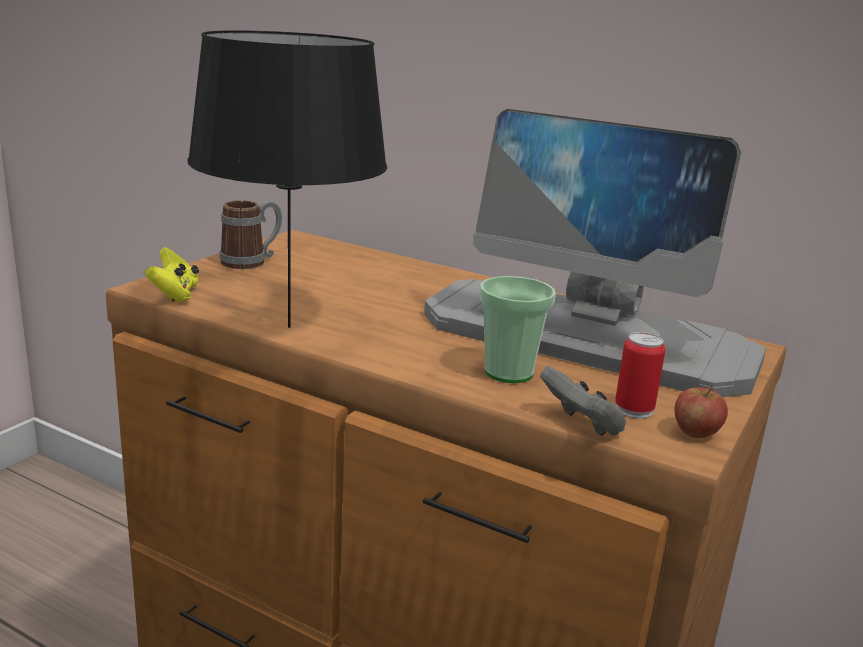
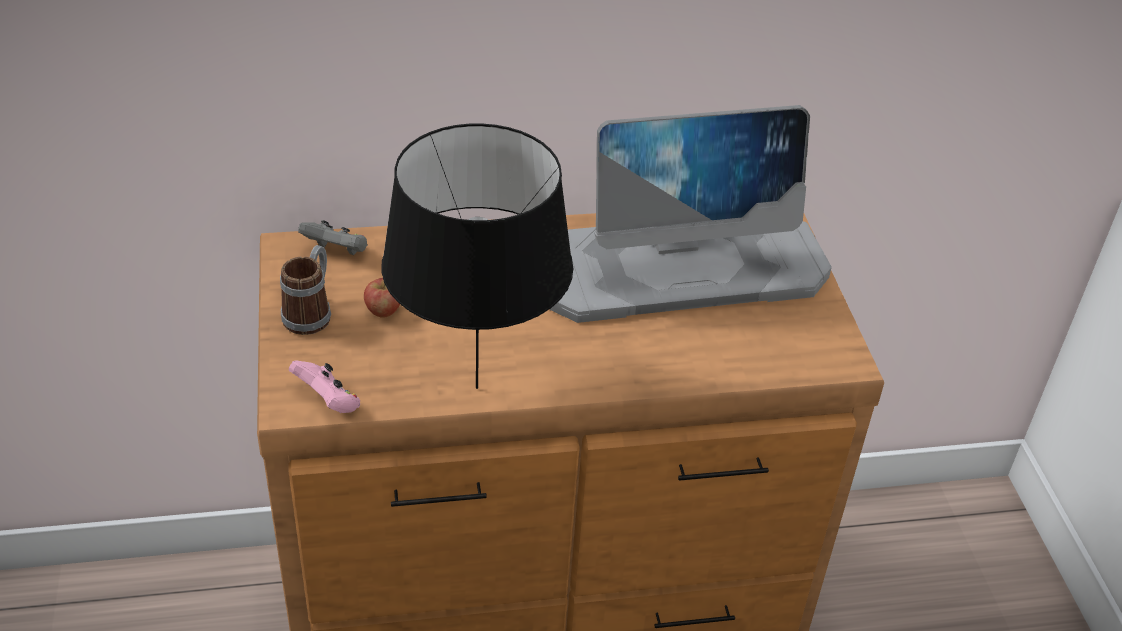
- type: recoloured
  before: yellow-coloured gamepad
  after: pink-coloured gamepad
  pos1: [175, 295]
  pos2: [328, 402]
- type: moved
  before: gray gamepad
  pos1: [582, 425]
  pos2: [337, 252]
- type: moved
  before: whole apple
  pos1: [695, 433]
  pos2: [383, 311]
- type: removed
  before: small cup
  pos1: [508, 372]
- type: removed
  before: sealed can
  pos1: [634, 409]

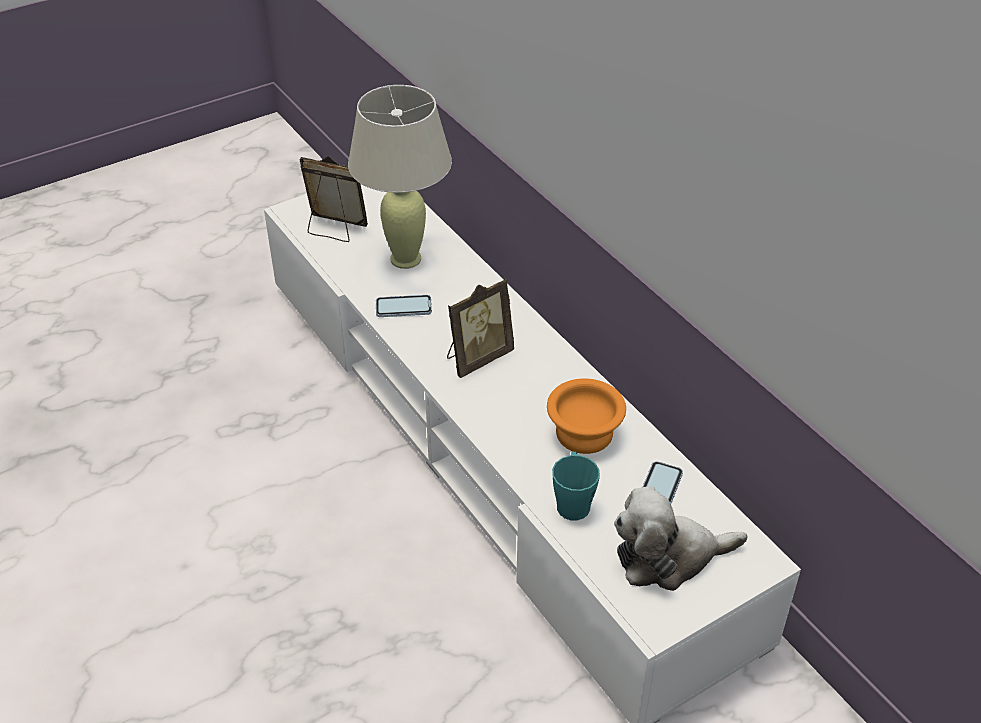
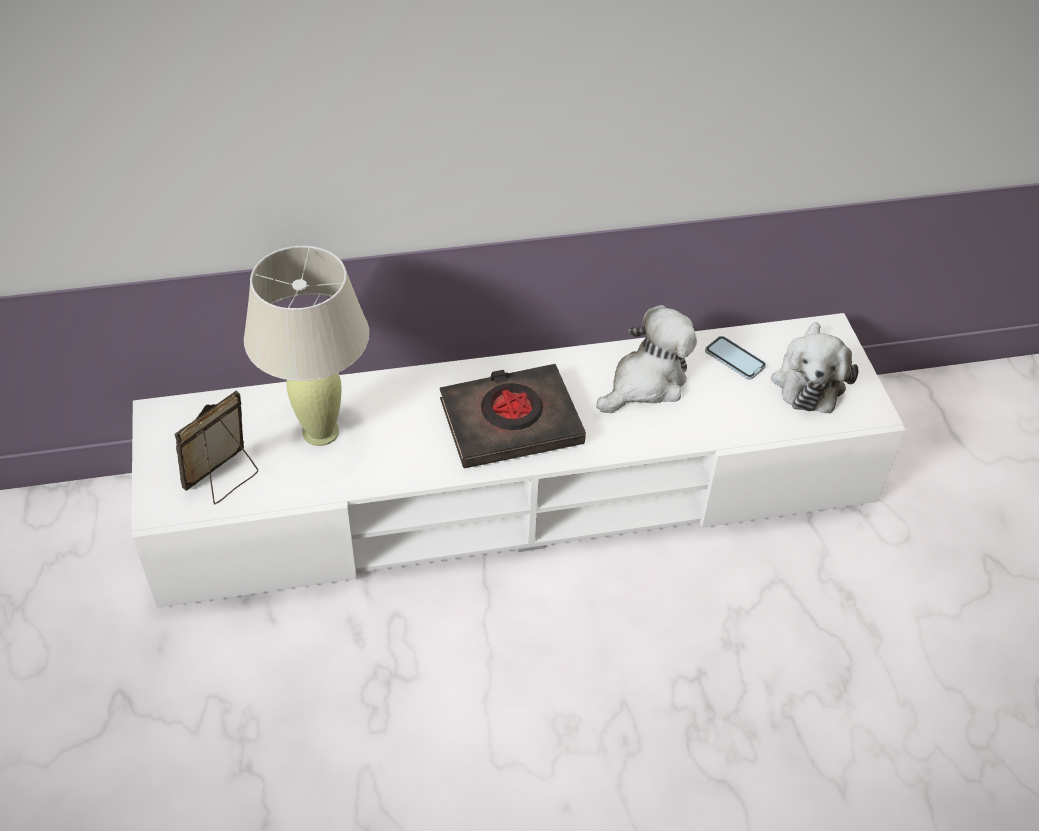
- type: replaced
  before: photo frame
  after: blackish book
  pos1: [477, 357]
  pos2: [511, 422]
- type: replaced
  before: orange deep dish
  after: plush toy
  pos1: [582, 432]
  pos2: [646, 382]
- type: removed
  before: telephone
  pos1: [403, 307]
- type: removed
  before: turquoise-coloured coffee mug
  pos1: [573, 501]

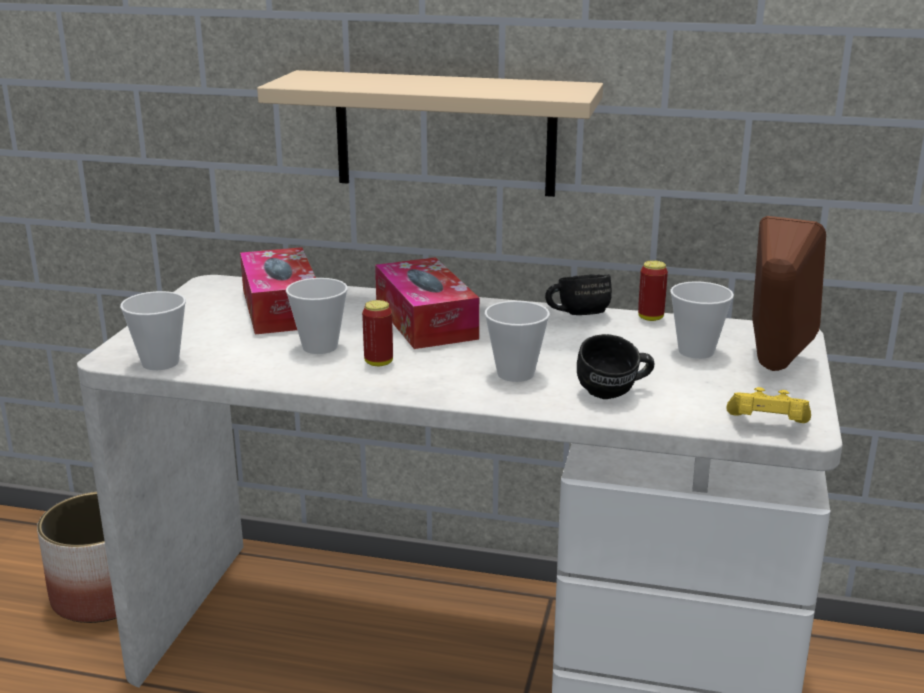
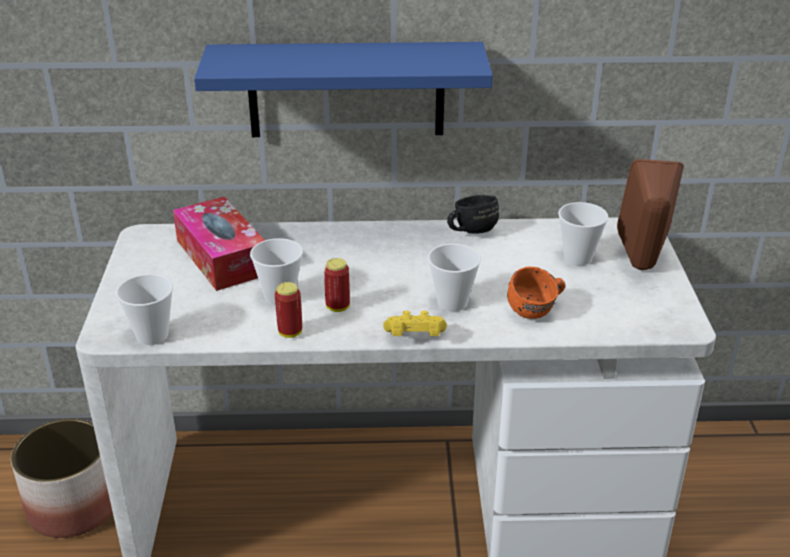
- type: recoloured
  before: sand-coloured bracket shelf
  after: blue bracket shelf
  pos1: [445, 133]
  pos2: [346, 90]
- type: moved
  before: sealed can
  pos1: [650, 318]
  pos2: [290, 332]
- type: moved
  before: yellow-coloured gamepad
  pos1: [767, 425]
  pos2: [414, 337]
- type: recoloured
  before: blackish coffee mug
  after: orange coffee mug
  pos1: [615, 394]
  pos2: [537, 312]
- type: removed
  before: tissue holder
  pos1: [425, 321]

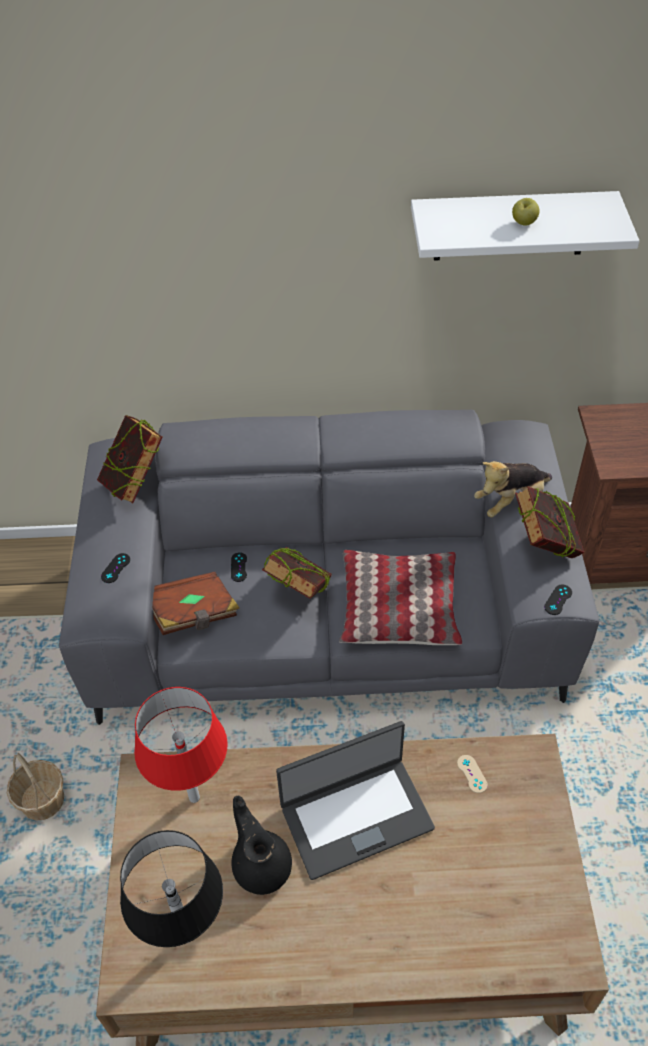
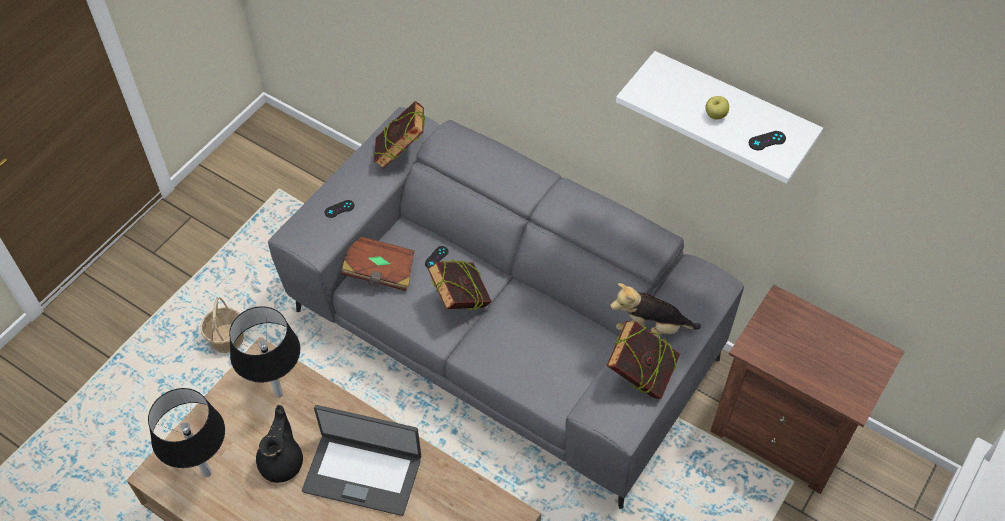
- type: recoloured
  before: red table lamp
  after: blackish table lamp
  pos1: [194, 798]
  pos2: [278, 393]
- type: moved
  before: blackish gamepad
  pos1: [558, 600]
  pos2: [767, 141]
- type: removed
  before: cushion
  pos1: [398, 607]
- type: removed
  before: sand-coloured gamepad
  pos1: [472, 774]

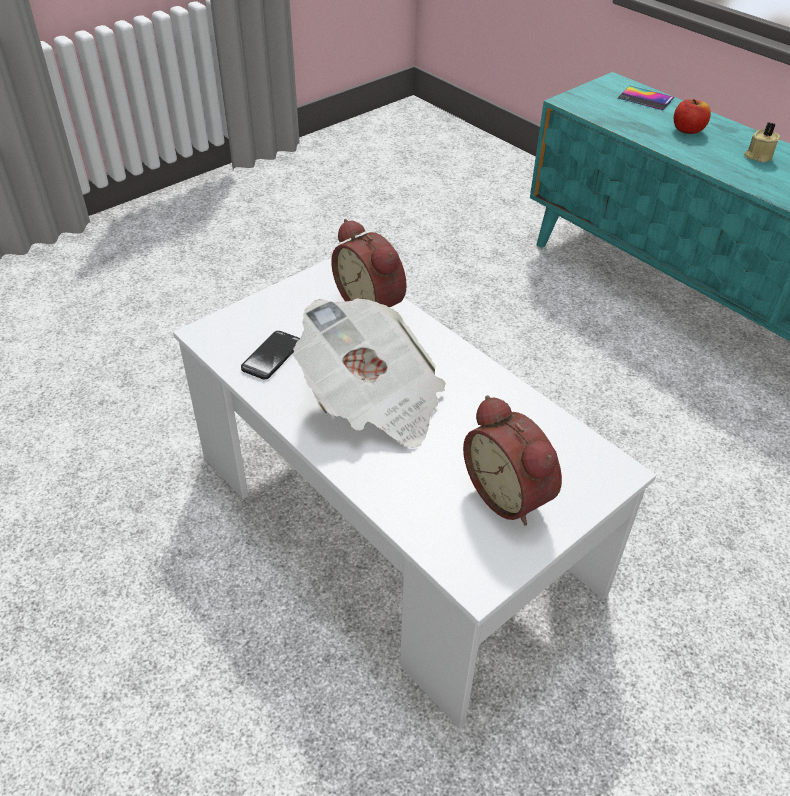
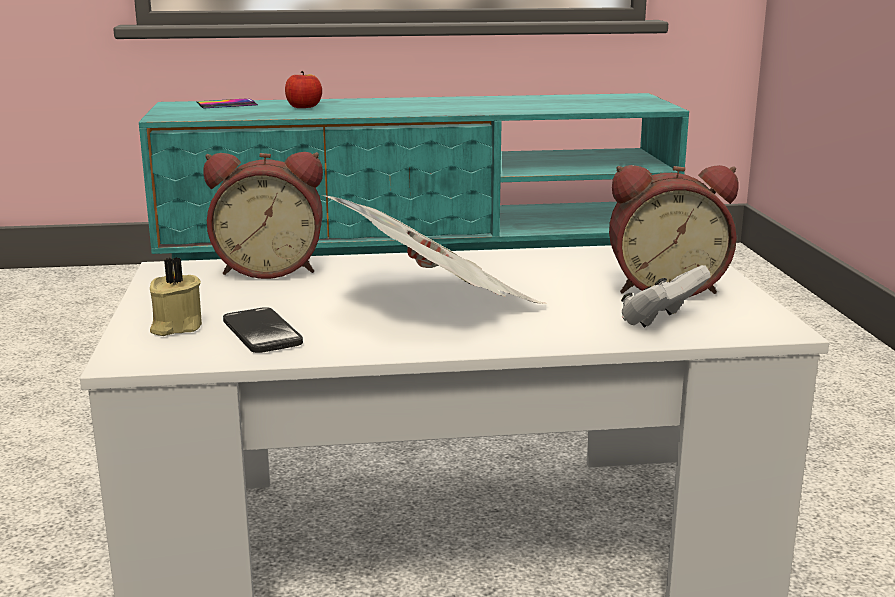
- type: moved
  before: sand-coloured candle
  pos1: [758, 156]
  pos2: [175, 327]
- type: added
  after: white gamepad
  pos2: [661, 321]

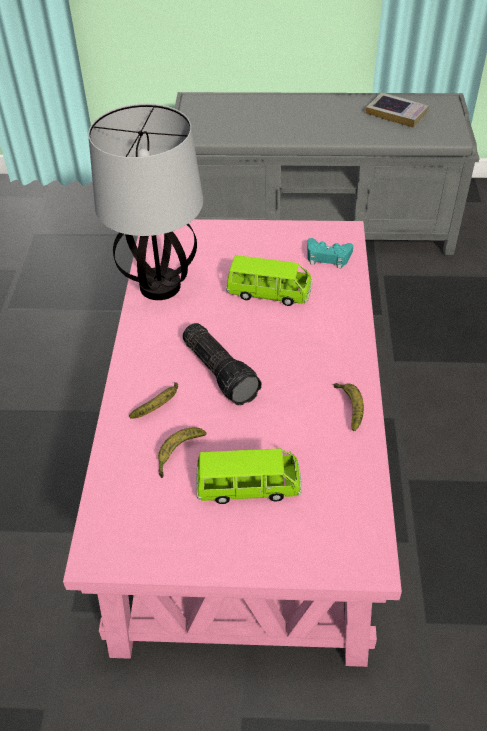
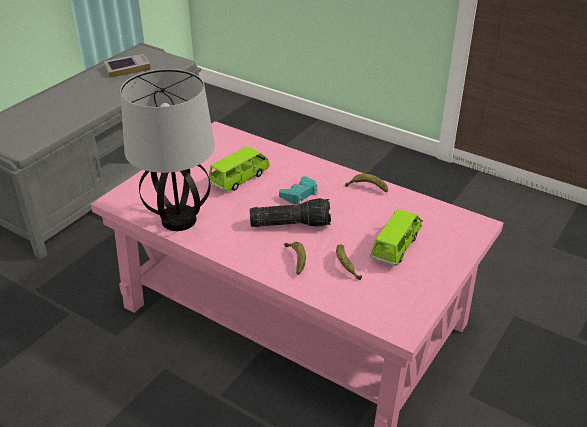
- type: moved
  before: turquoise-coloured gamepad
  pos1: [328, 257]
  pos2: [299, 194]

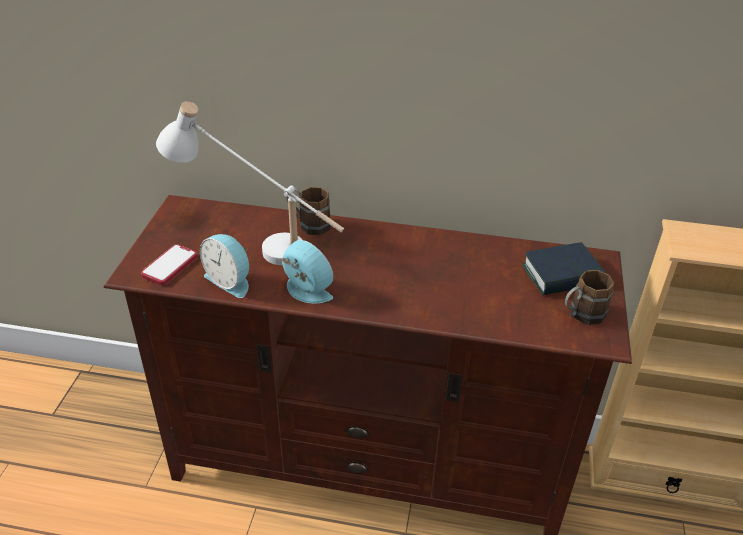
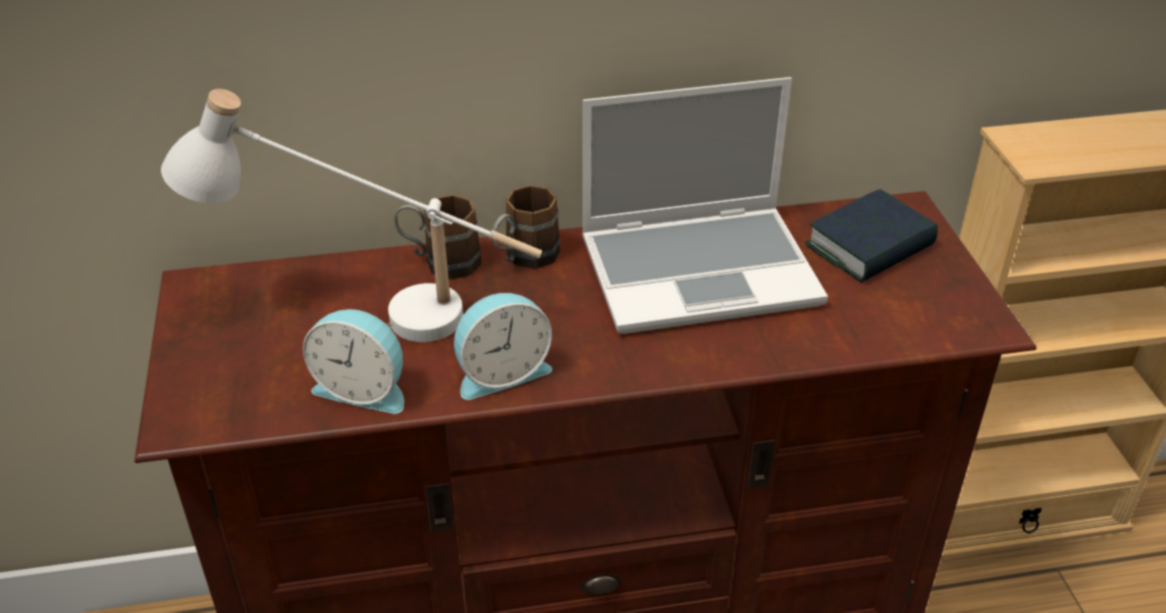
- type: turned
  before: alarm clock
  pos1: [305, 291]
  pos2: [501, 372]
  turn: 135
- type: moved
  before: brown coffee mug
  pos1: [581, 315]
  pos2: [524, 259]
- type: added
  after: notebook computer
  pos2: [701, 270]
- type: removed
  before: telephone
  pos1: [170, 266]

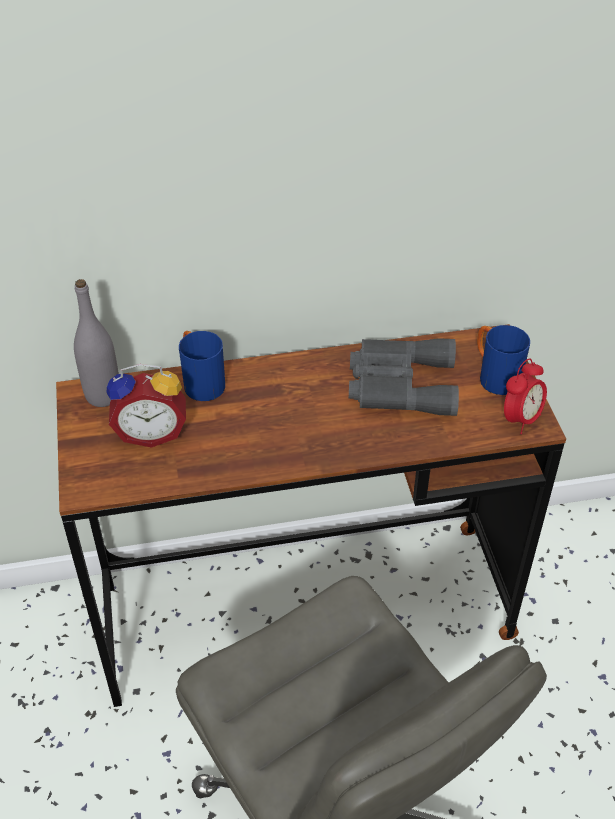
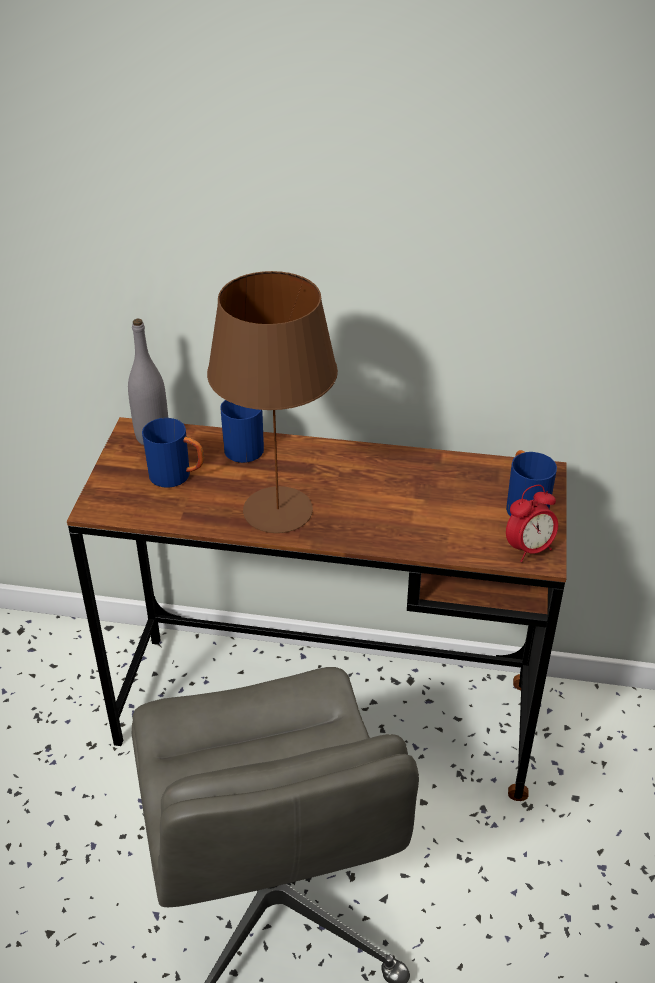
- type: replaced
  before: alarm clock
  after: blue coffee mug
  pos1: [151, 432]
  pos2: [177, 476]
- type: added
  after: brown table lamp
  pos2: [279, 510]
- type: removed
  before: gray pair of binoculars
  pos1: [399, 384]

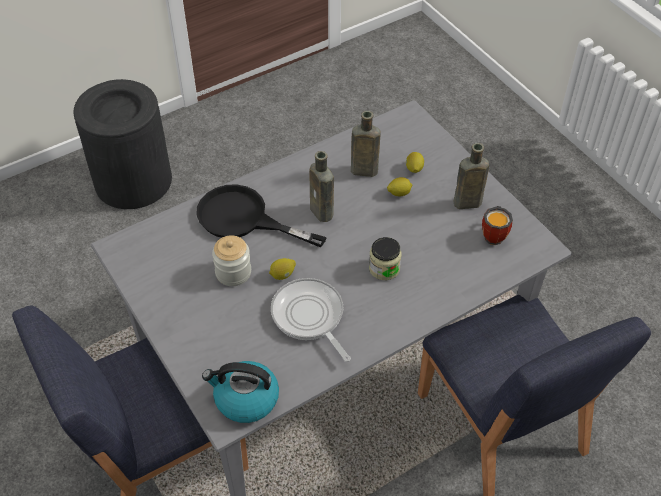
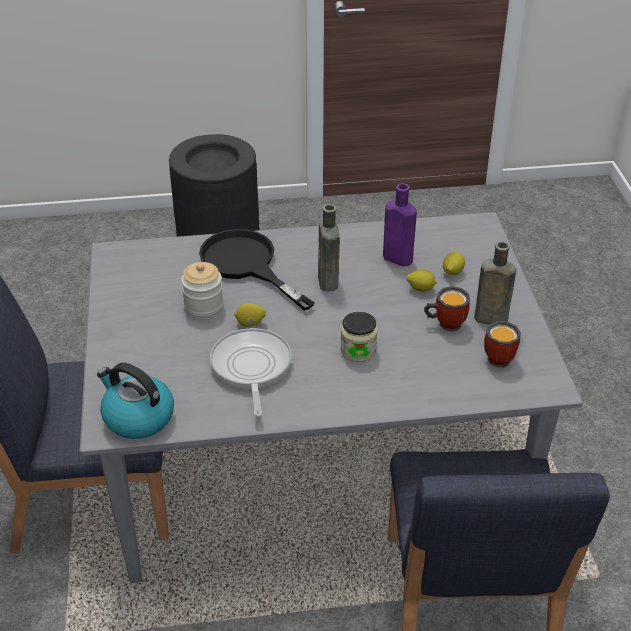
- type: recoloured
  before: brown drink bottle
  after: purple drink bottle
  pos1: [362, 170]
  pos2: [395, 258]
- type: added
  after: coffee mug
  pos2: [445, 323]

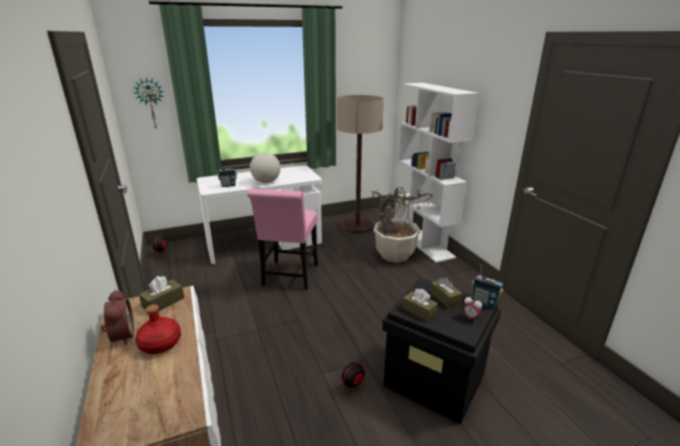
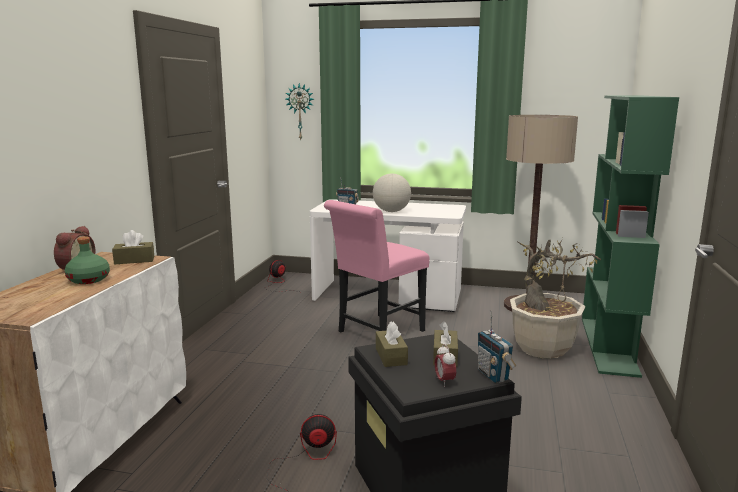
- type: recoloured
  before: red drink bottle
  after: greenish drink bottle
  pos1: [161, 343]
  pos2: [89, 279]
- type: recoloured
  before: white bookcase
  after: greenish bookcase
  pos1: [423, 242]
  pos2: [609, 346]

